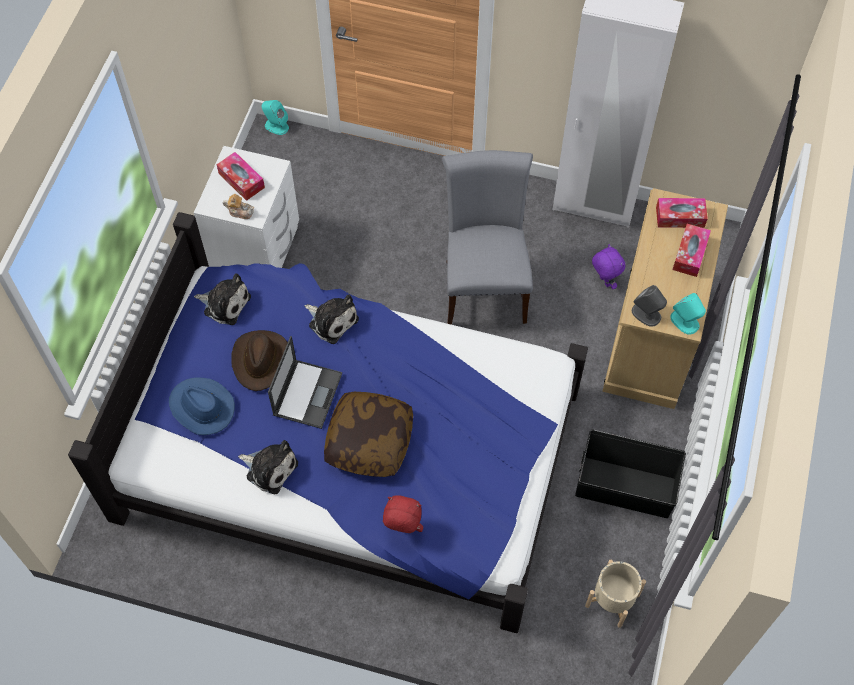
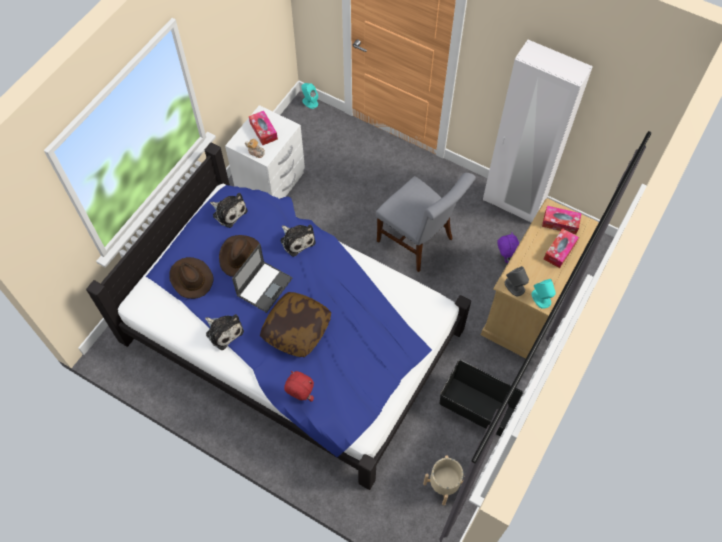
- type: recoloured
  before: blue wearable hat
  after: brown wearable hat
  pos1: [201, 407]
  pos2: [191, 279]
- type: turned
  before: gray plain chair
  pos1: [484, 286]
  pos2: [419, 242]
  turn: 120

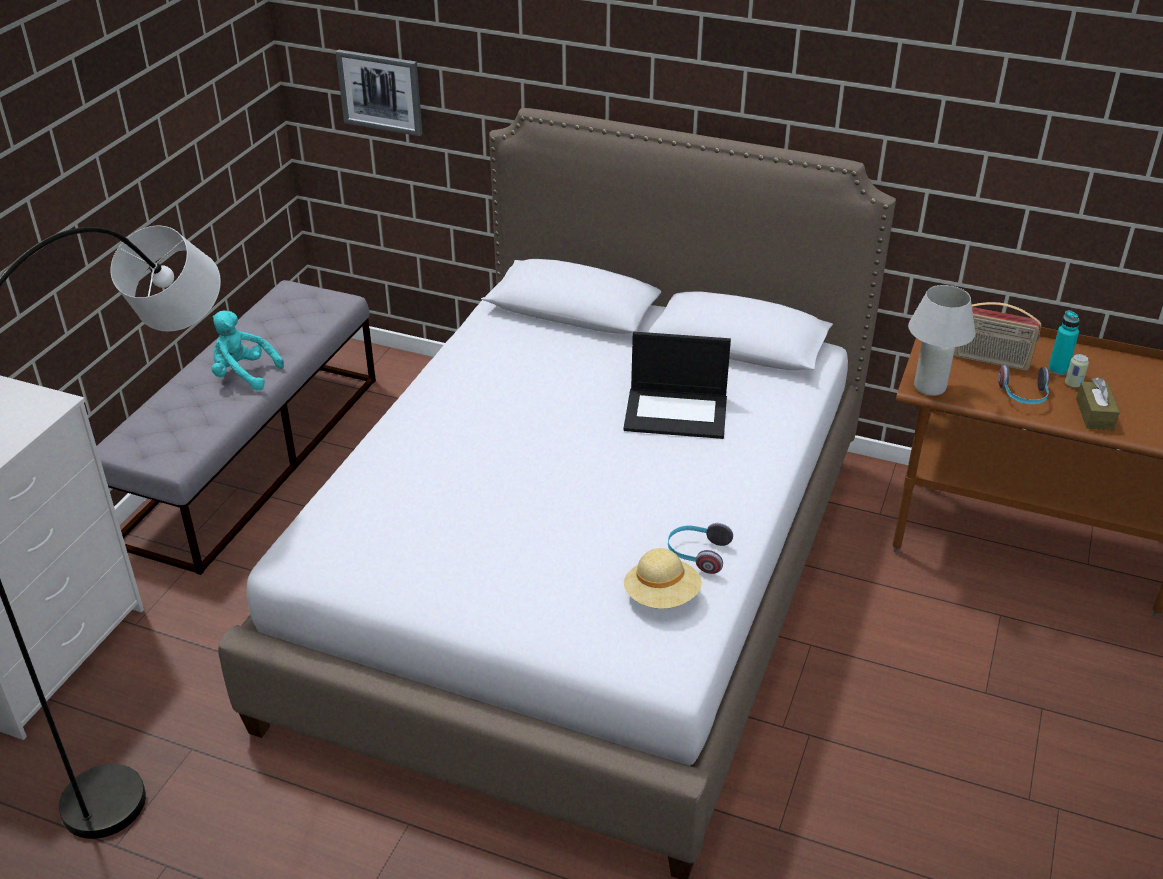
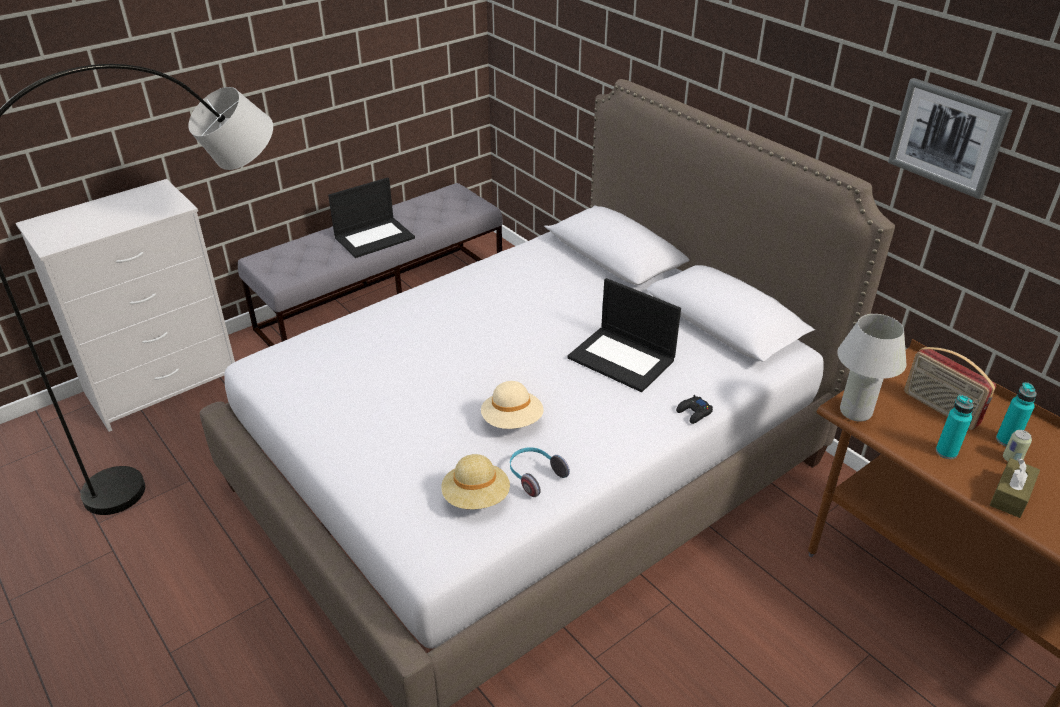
- type: replaced
  before: turquoise-coloured plush toy
  after: notebook computer
  pos1: [243, 375]
  pos2: [375, 237]
- type: added
  after: sand-coloured wearable hat
  pos2: [512, 421]
- type: added
  after: blackish gamepad
  pos2: [694, 413]
- type: moved
  before: wall picture
  pos1: [380, 92]
  pos2: [948, 137]
- type: replaced
  before: pair of headphones
  after: turquoise-coloured drink bottle
  pos1: [1023, 396]
  pos2: [946, 452]

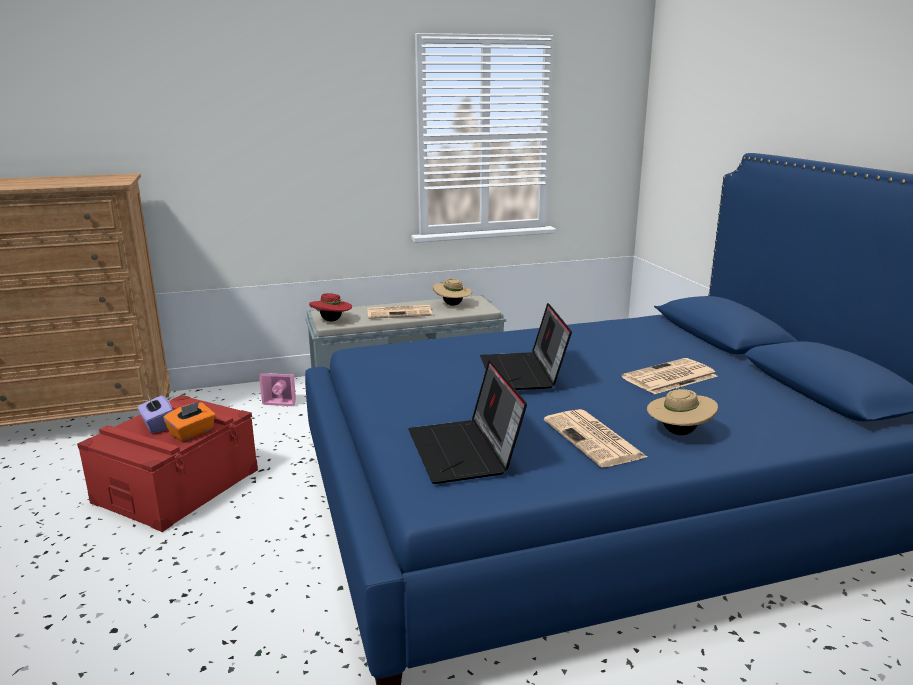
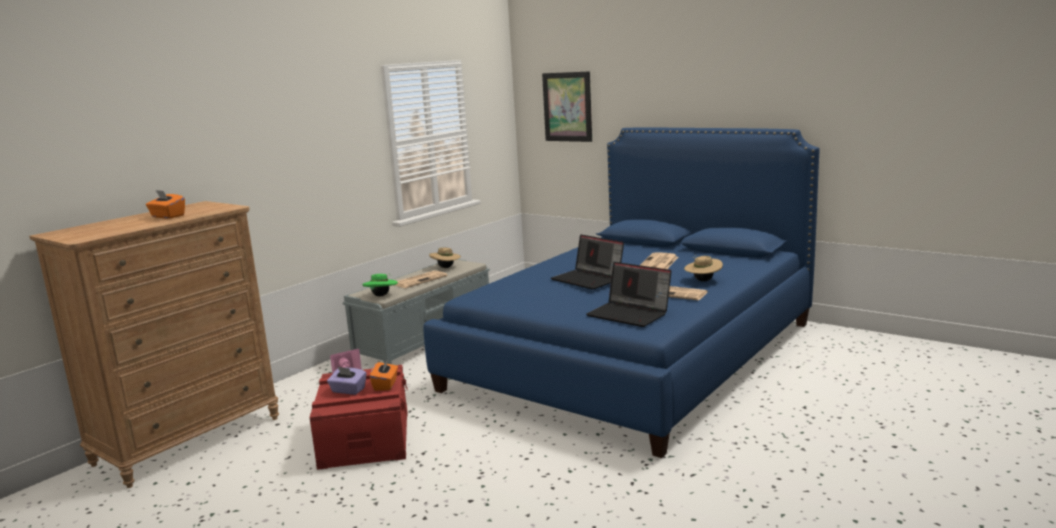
- type: added
  after: orange tissue holder
  pos2: [167, 216]
- type: recoloured
  before: red wearable hat
  after: greenish wearable hat
  pos1: [332, 321]
  pos2: [381, 295]
- type: added
  after: wall picture
  pos2: [567, 107]

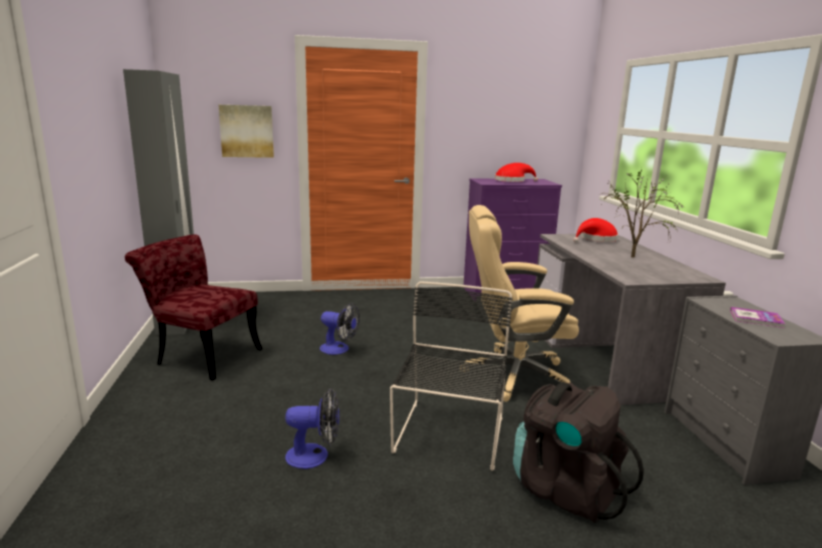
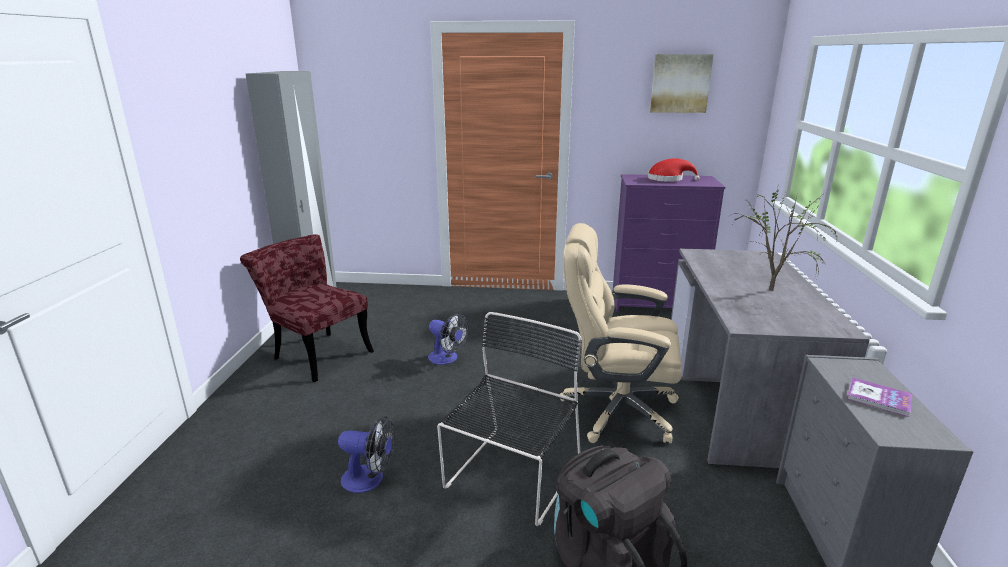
- type: moved
  before: wall picture
  pos1: [247, 131]
  pos2: [680, 83]
- type: removed
  before: red wearable hat
  pos1: [596, 239]

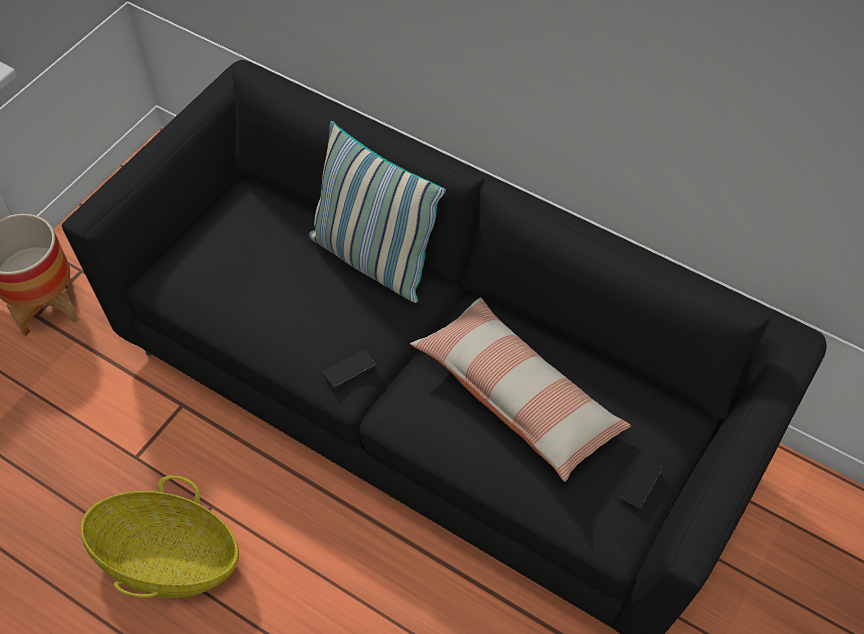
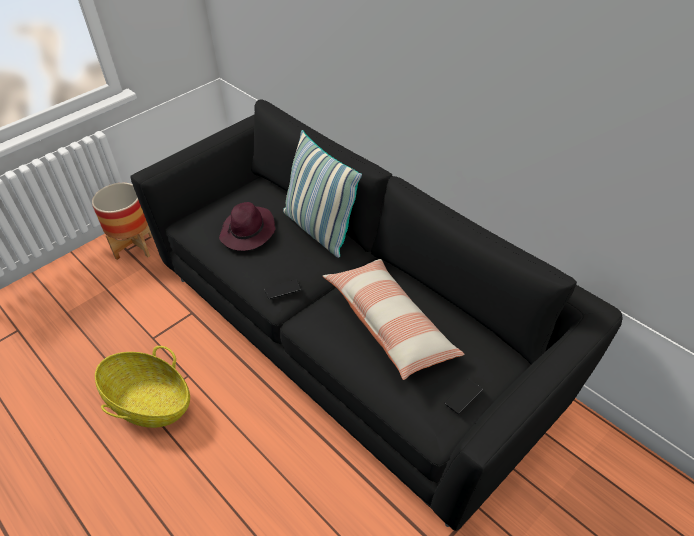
- type: added
  after: purple wearable hat
  pos2: [248, 232]

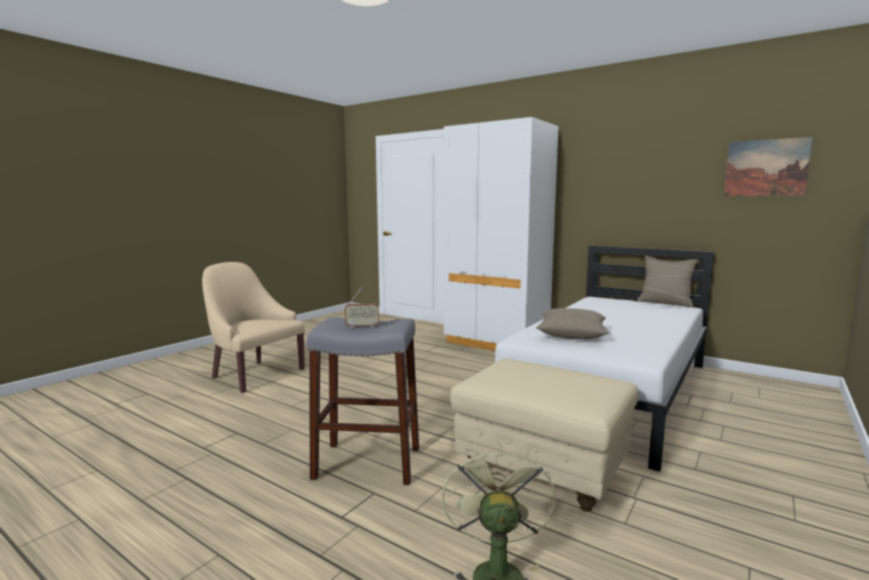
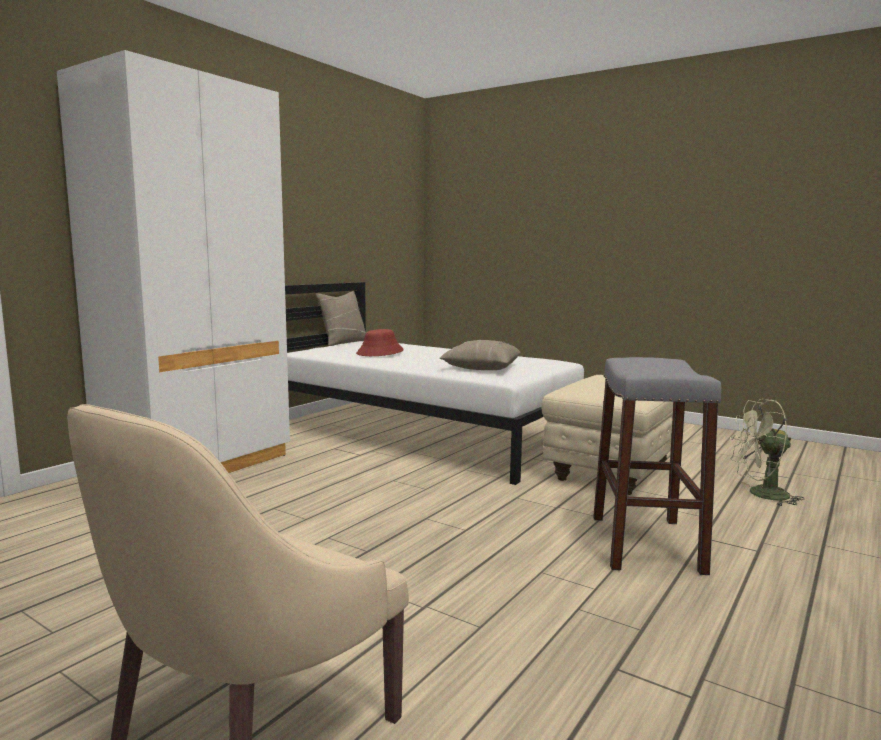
- type: added
  after: red wearable hat
  pos2: [380, 352]
- type: removed
  before: radio receiver
  pos1: [362, 326]
- type: removed
  before: wall picture
  pos1: [766, 167]

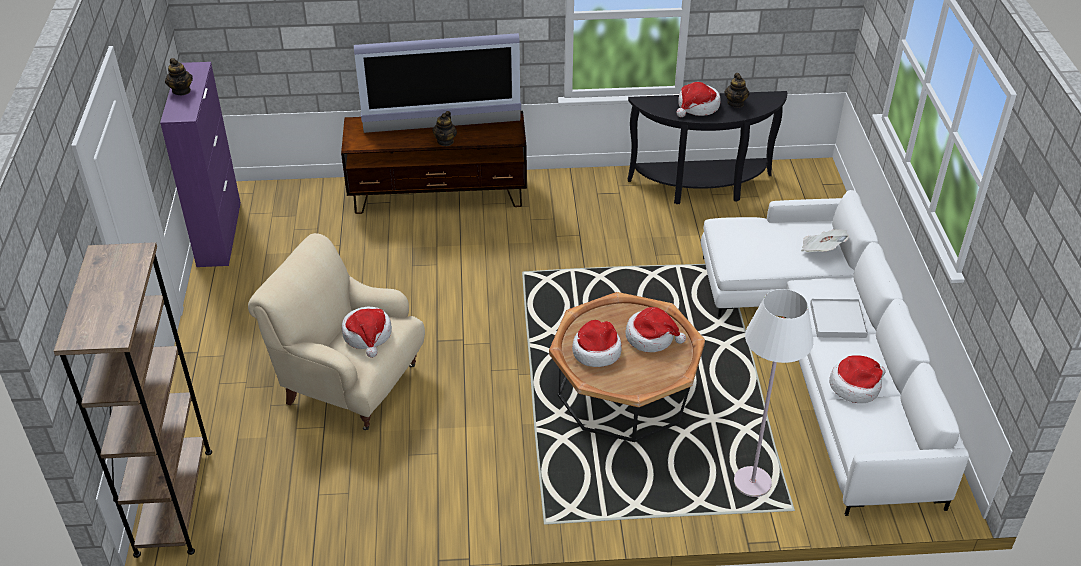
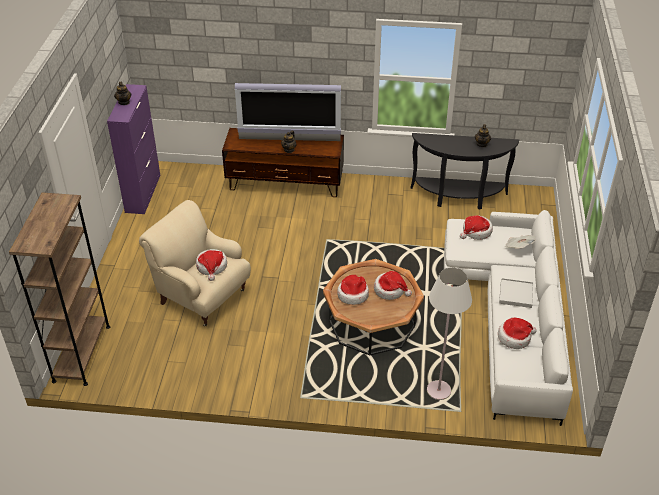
- type: moved
  before: wearable hat
  pos1: [697, 107]
  pos2: [476, 232]

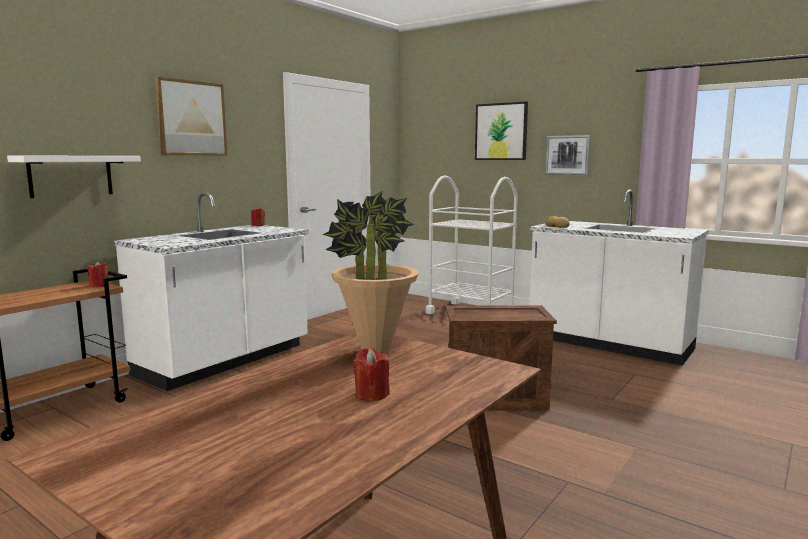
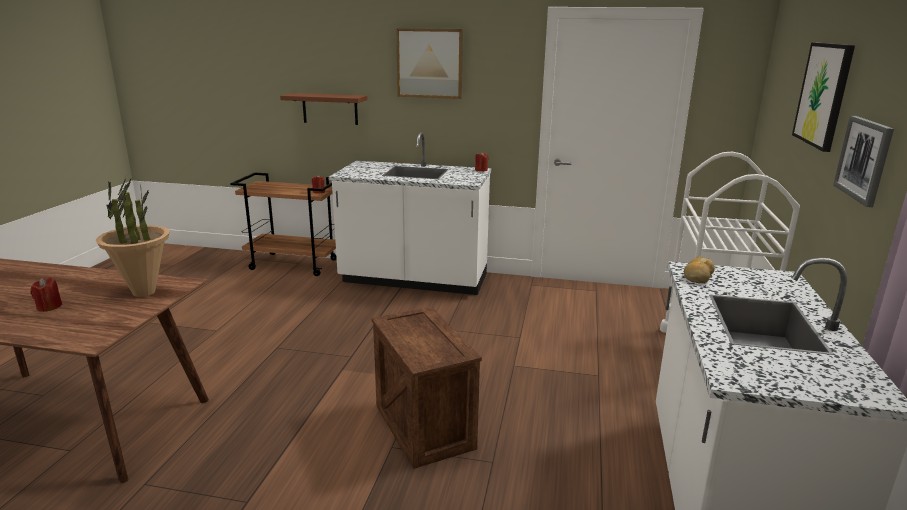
- type: recoloured
  before: white bracket shelf
  after: brown bracket shelf
  pos1: [71, 176]
  pos2: [330, 109]

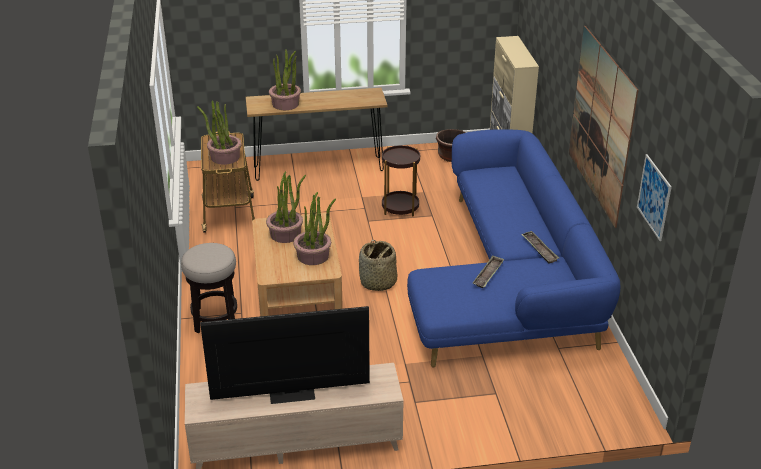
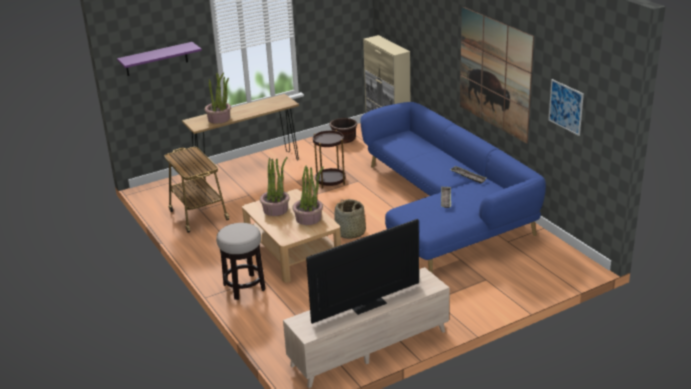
- type: added
  after: purple bracket shelf
  pos2: [156, 59]
- type: removed
  before: plant in a pot
  pos1: [225, 157]

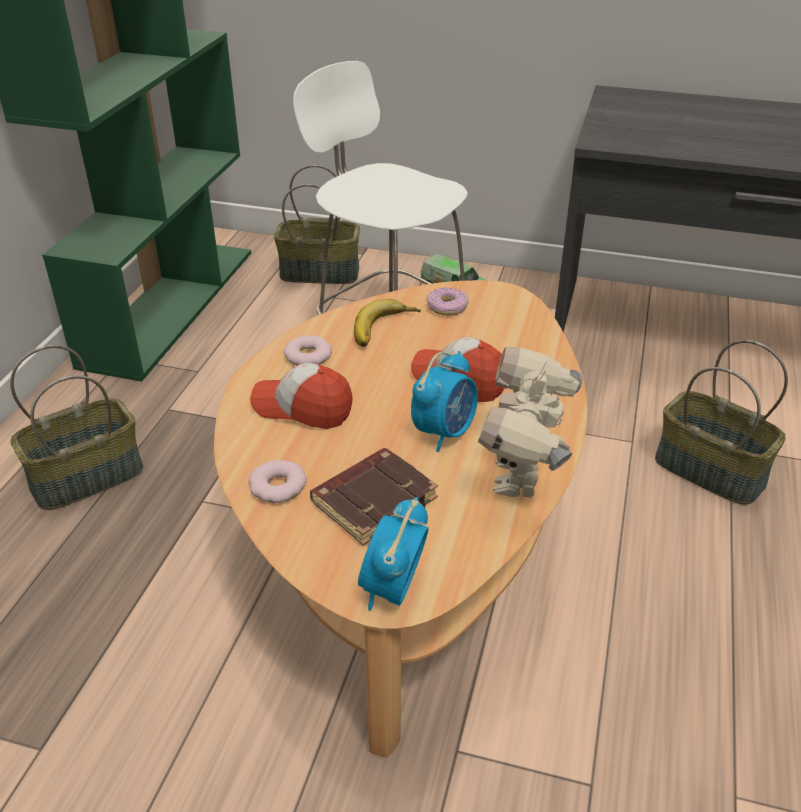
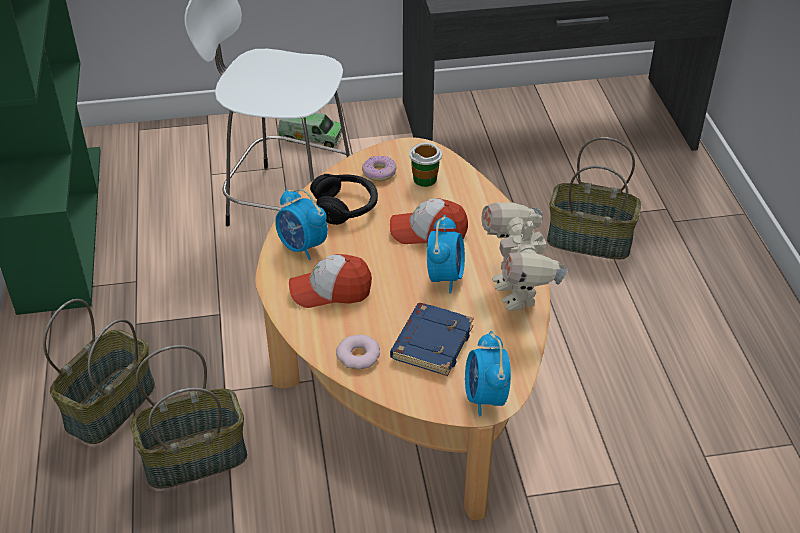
- type: moved
  before: basket
  pos1: [320, 272]
  pos2: [195, 456]
- type: replaced
  before: donut
  after: alarm clock
  pos1: [308, 356]
  pos2: [302, 247]
- type: replaced
  before: whole banana
  after: blackish pair of headphones
  pos1: [385, 330]
  pos2: [345, 206]
- type: recoloured
  before: brown book
  after: blue book
  pos1: [374, 500]
  pos2: [431, 342]
- type: added
  after: small cup
  pos2: [425, 179]

